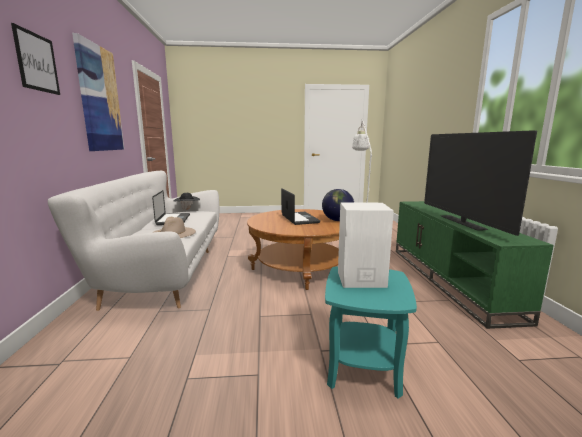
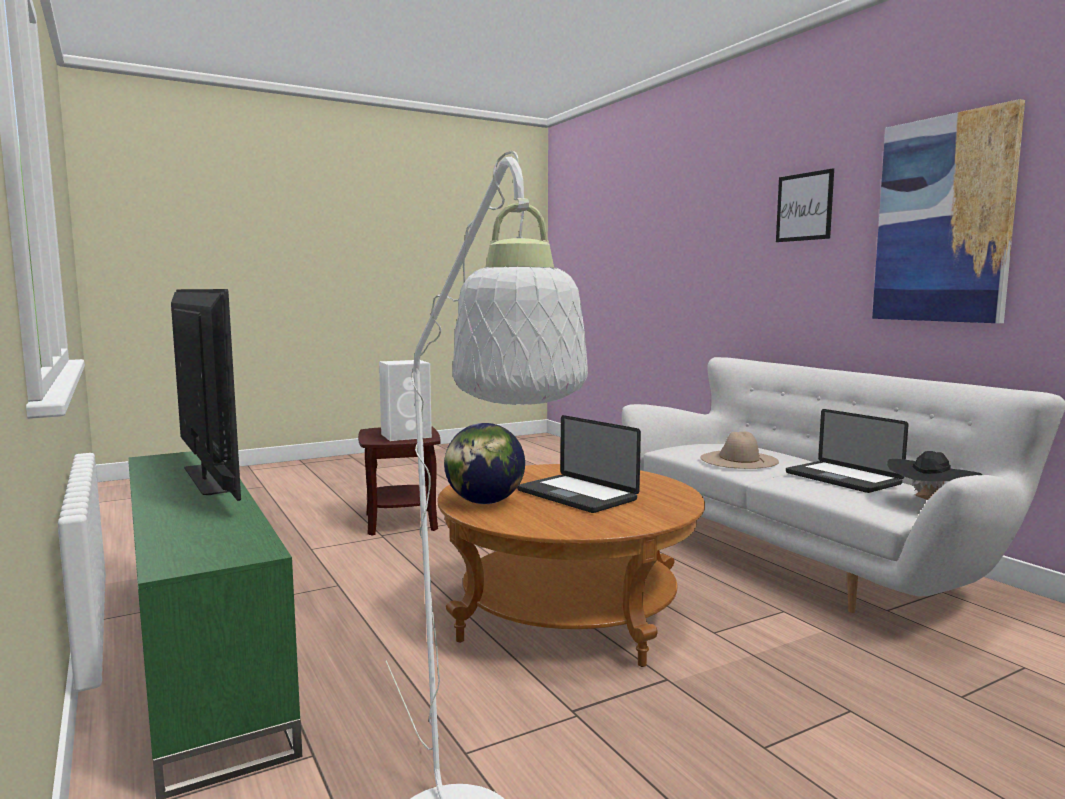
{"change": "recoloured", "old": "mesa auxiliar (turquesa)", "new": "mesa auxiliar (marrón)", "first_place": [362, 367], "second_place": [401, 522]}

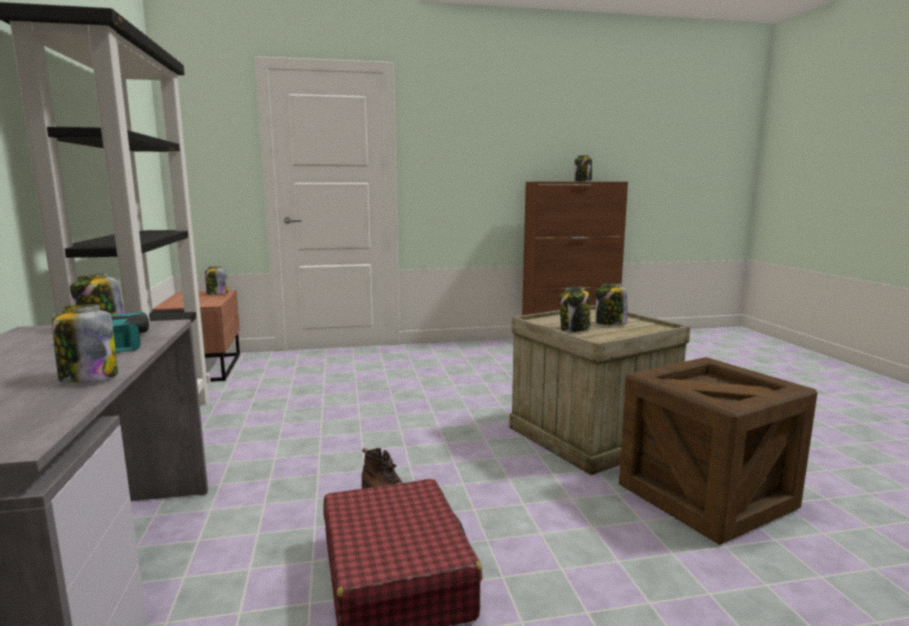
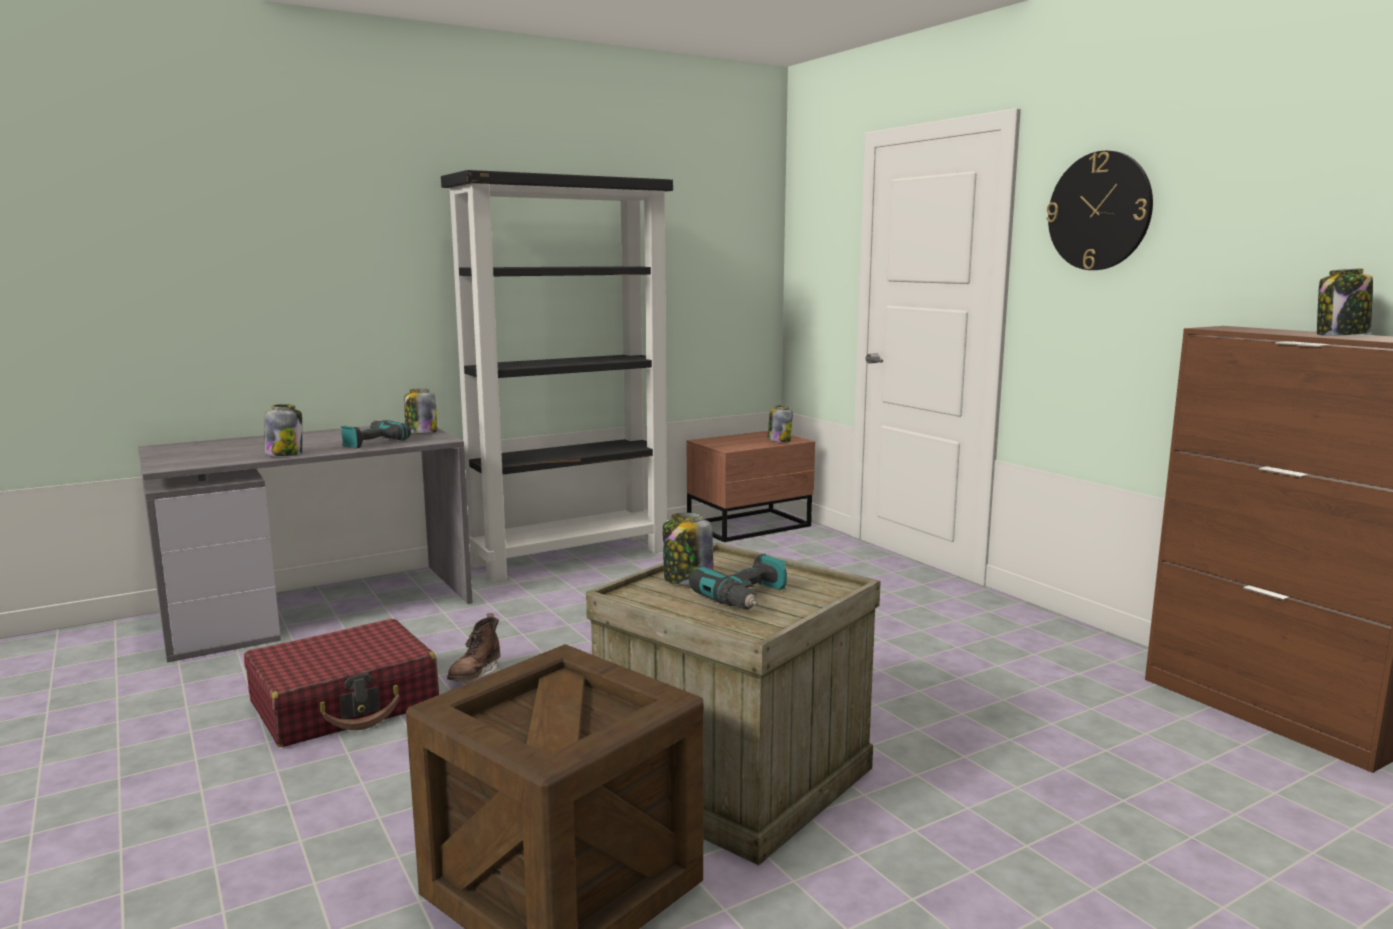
{"change": "added", "new": "reloj de pared", "second_place": [1099, 211]}
{"change": "replaced", "old": "tarro", "new": "taladro", "first_place": [610, 324], "second_place": [747, 598]}

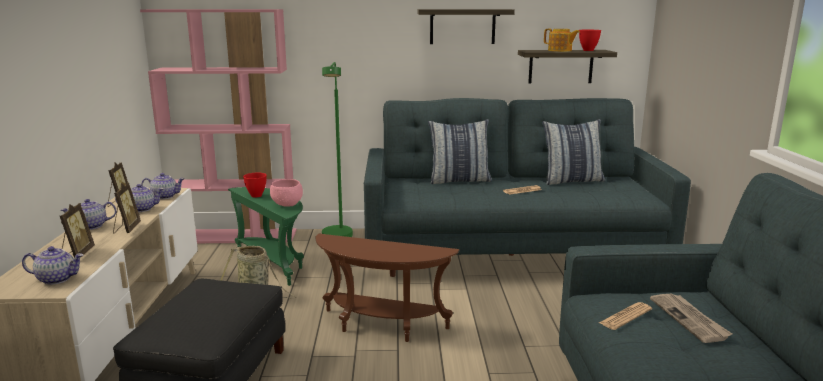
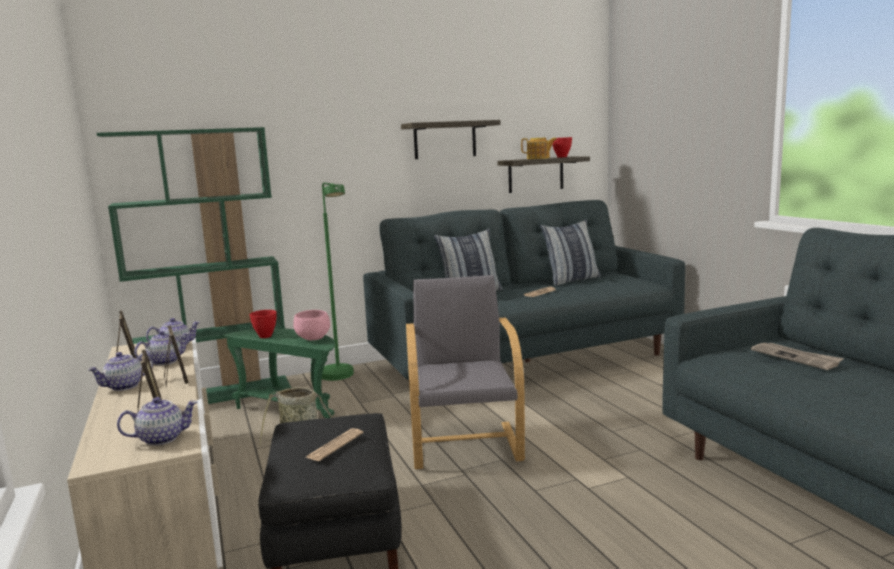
{"change": "moved", "old": "periódico", "first_place": [625, 316], "second_place": [335, 445]}
{"change": "replaced", "old": "mesa auxiliar (marrón)", "new": "sillón (gris)", "first_place": [381, 326], "second_place": [465, 444]}
{"change": "recoloured", "old": "estantería (rosa)", "new": "estantería (verde)", "first_place": [235, 236], "second_place": [218, 395]}

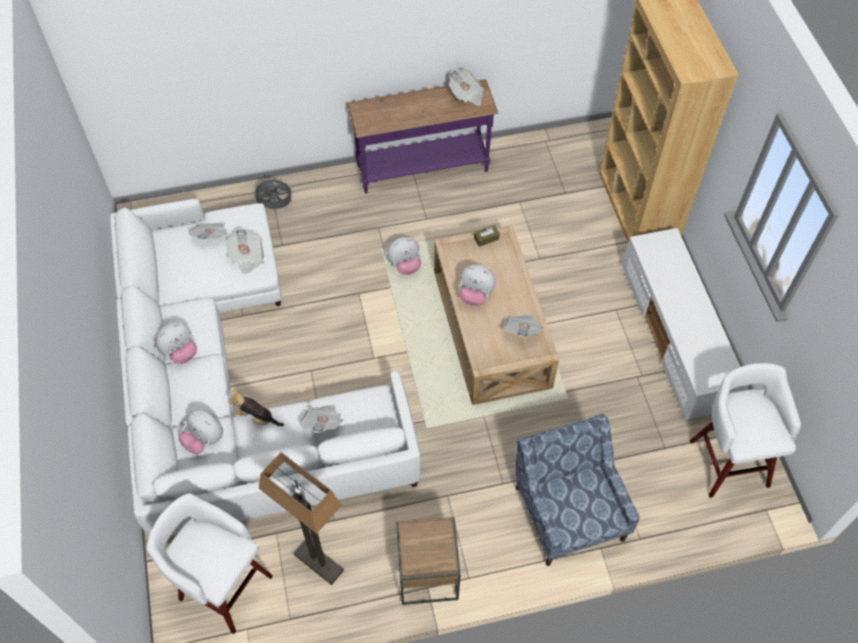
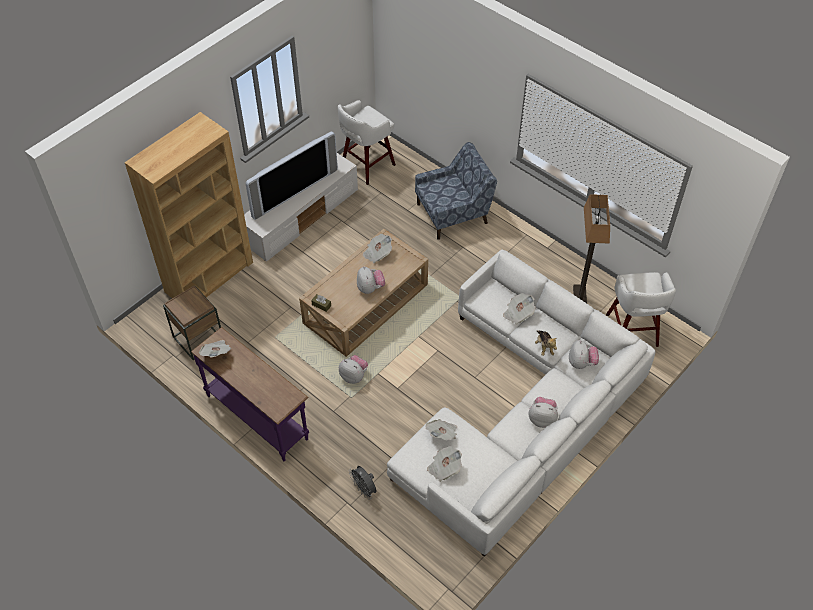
{"change": "added", "new": "televisor", "second_place": [293, 192]}
{"change": "moved", "old": "mesa auxiliar (marrón)", "first_place": [427, 575], "second_place": [198, 339]}
{"change": "turned", "old": "sillón (azul)", "first_place": [568, 511], "second_place": [453, 213], "degrees": -150}

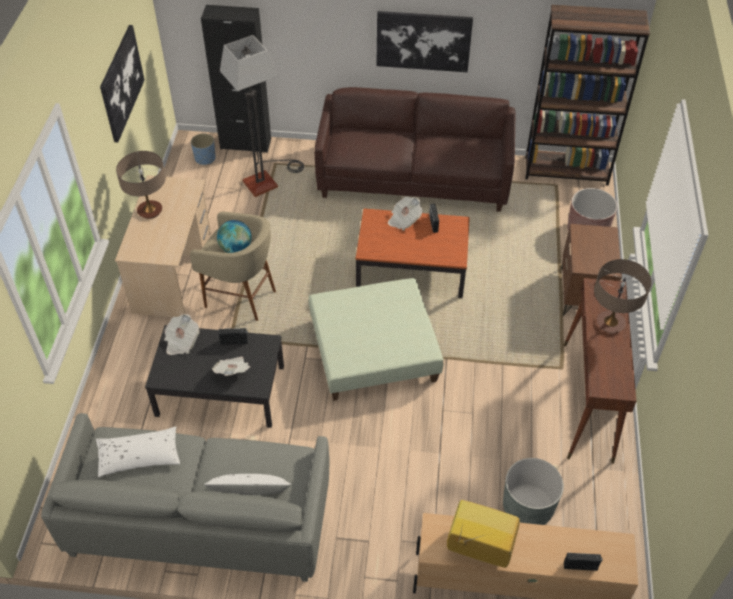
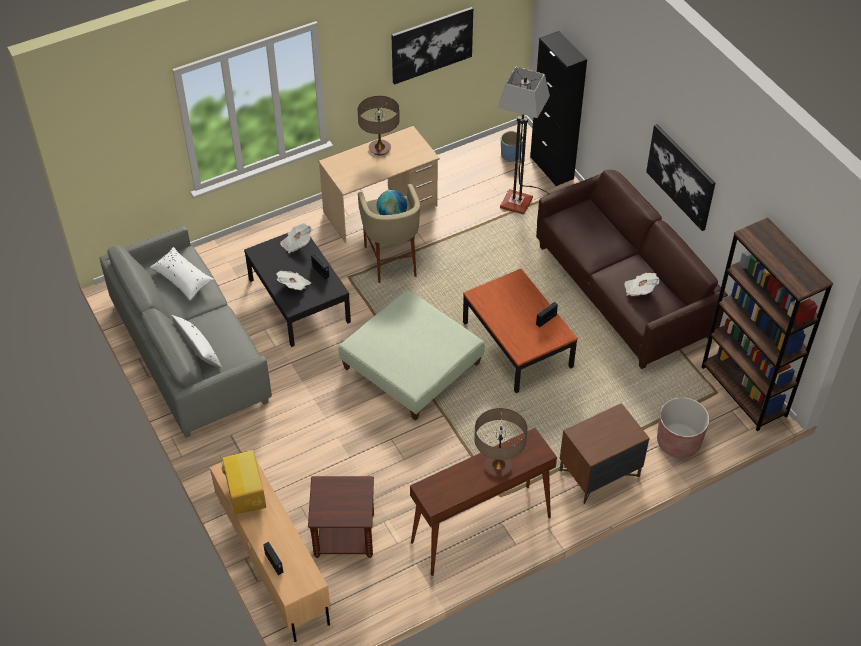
{"change": "moved", "old": "periódico", "first_place": [404, 220], "second_place": [639, 290]}
{"change": "replaced", "old": "maceta (gris)", "new": "mesa auxiliar (marrón)", "first_place": [527, 507], "second_place": [344, 537]}

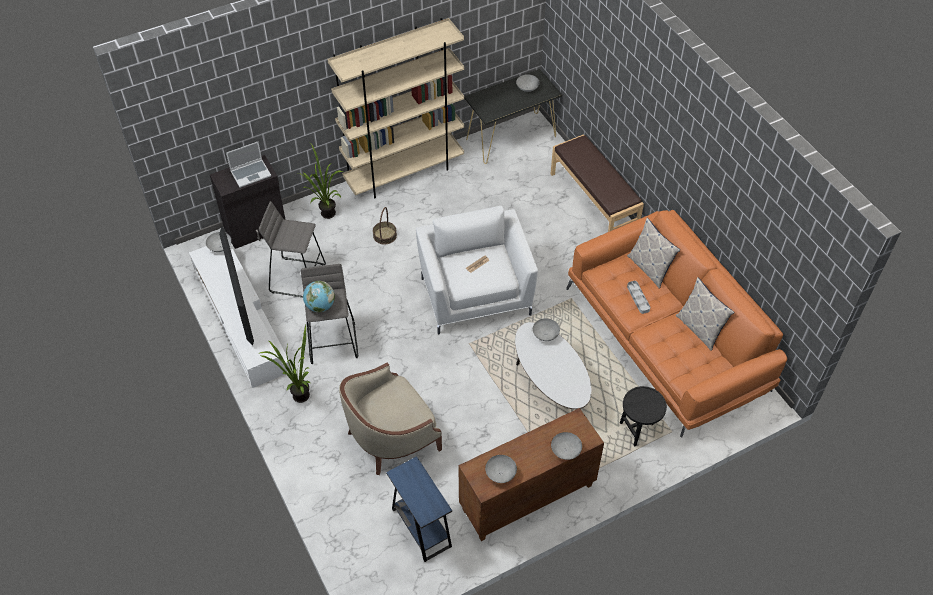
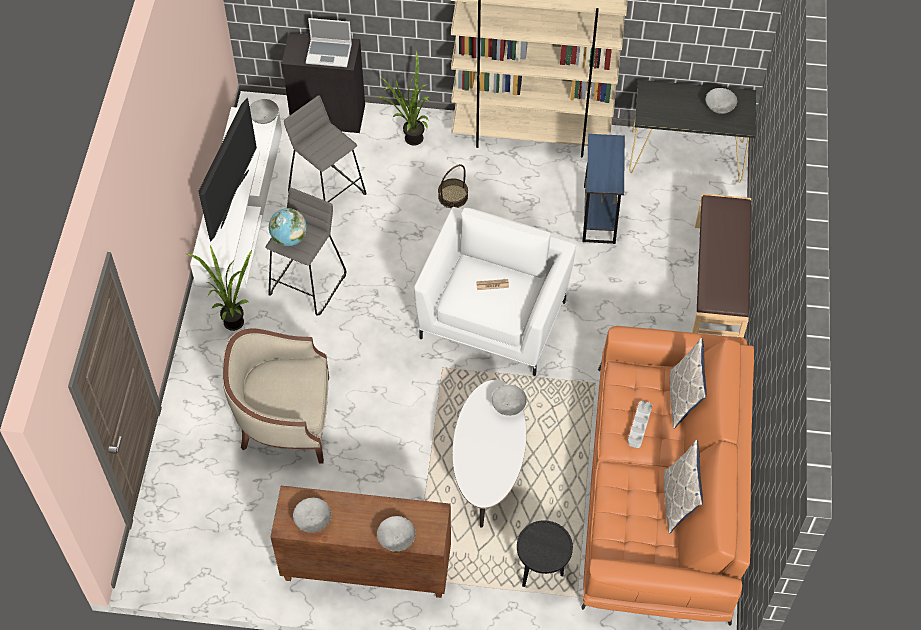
{"change": "moved", "old": "mesa auxiliar (azul)", "first_place": [421, 527], "second_place": [599, 214]}

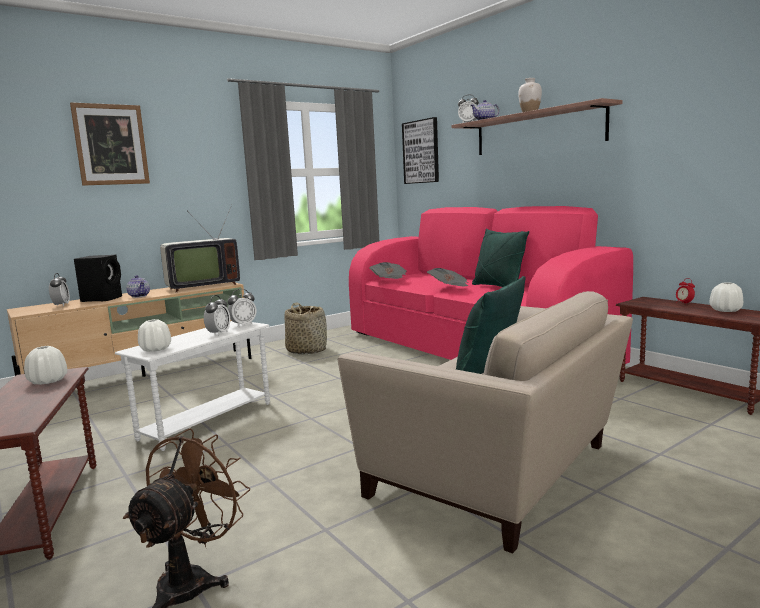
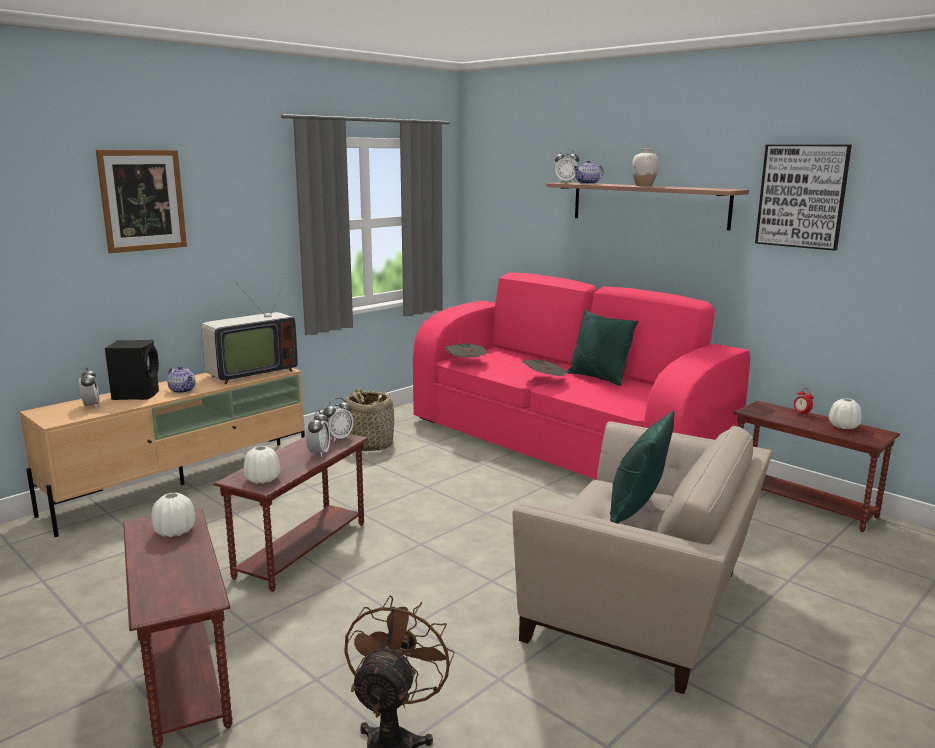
{"change": "moved", "old": "cuadro", "first_place": [421, 152], "second_place": [802, 196]}
{"change": "recoloured", "old": "mesa auxiliar (blanco)", "new": "mesa auxiliar (marrón)", "first_place": [206, 421], "second_place": [301, 550]}

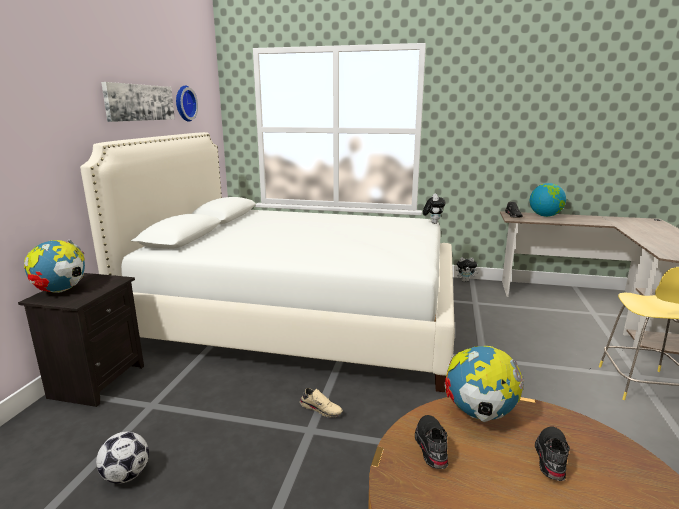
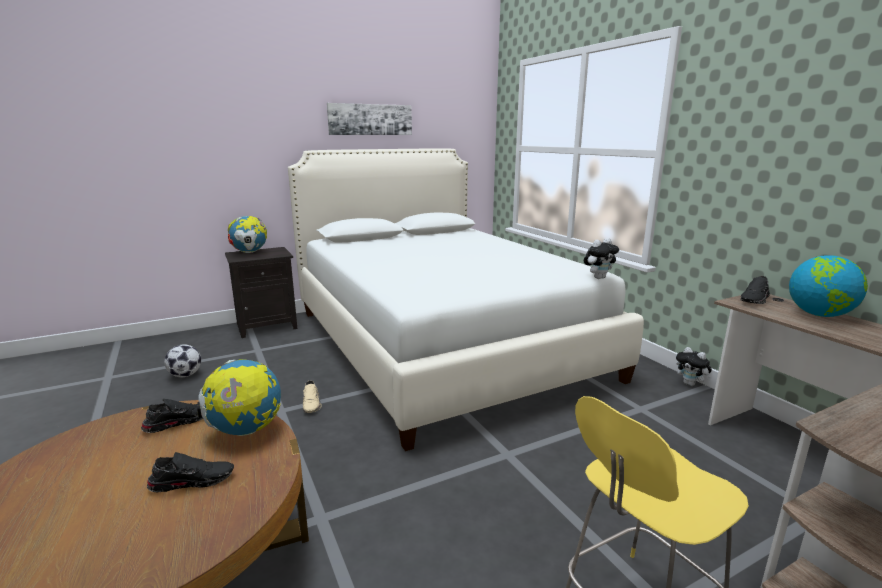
{"change": "removed", "old": "reloj de pared", "first_place": [184, 103]}

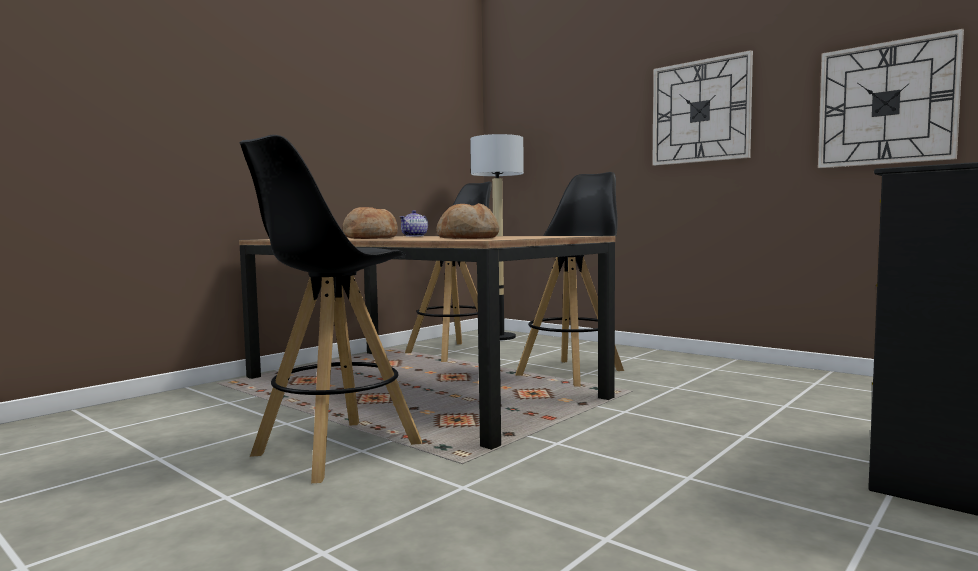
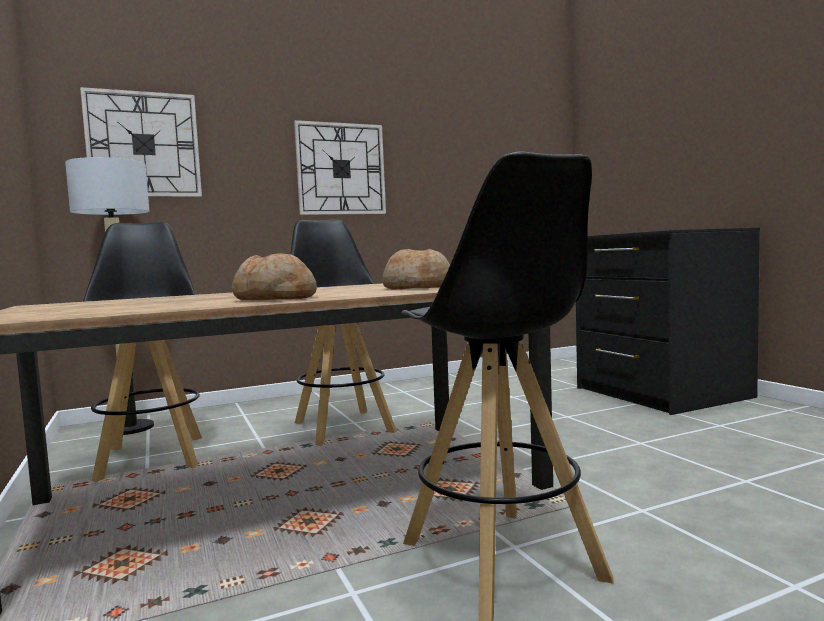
{"change": "removed", "old": "tetera", "first_place": [415, 236]}
{"change": "moved", "old": "reloj de pared", "first_place": [886, 103], "second_place": [143, 144]}

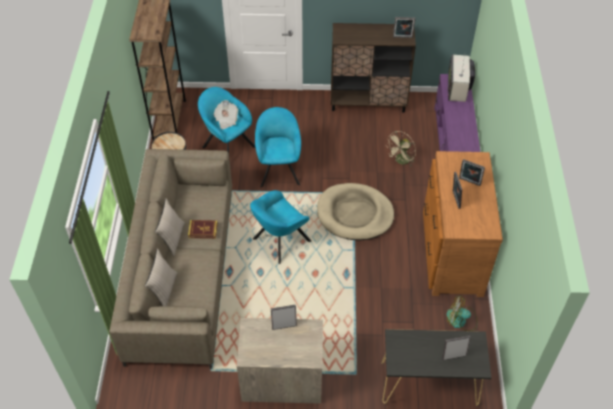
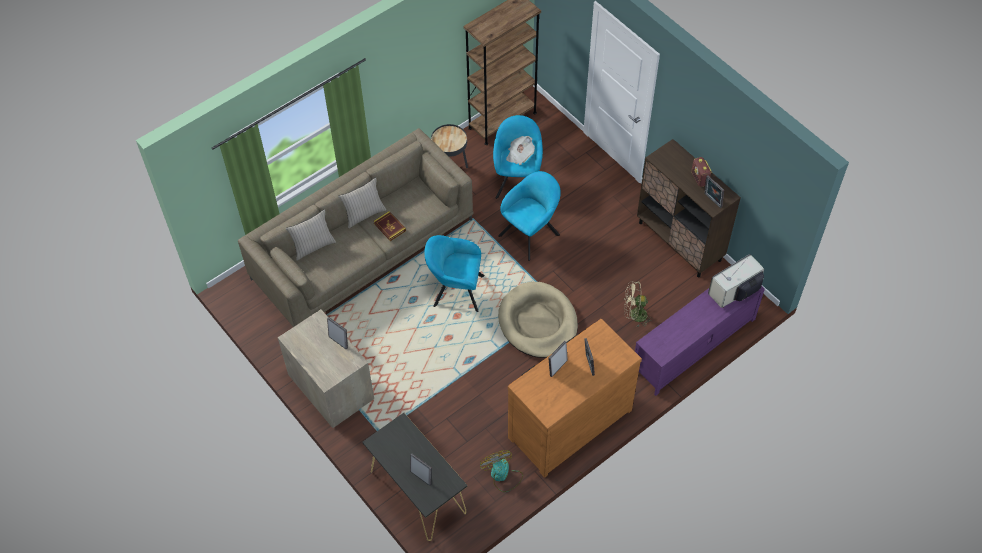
{"change": "added", "new": "radio", "second_place": [699, 179]}

